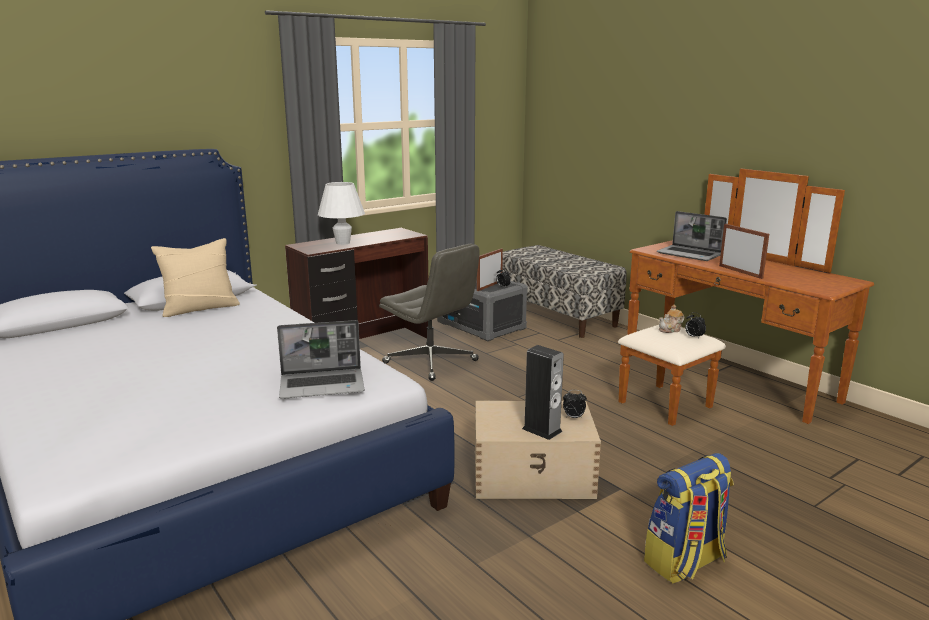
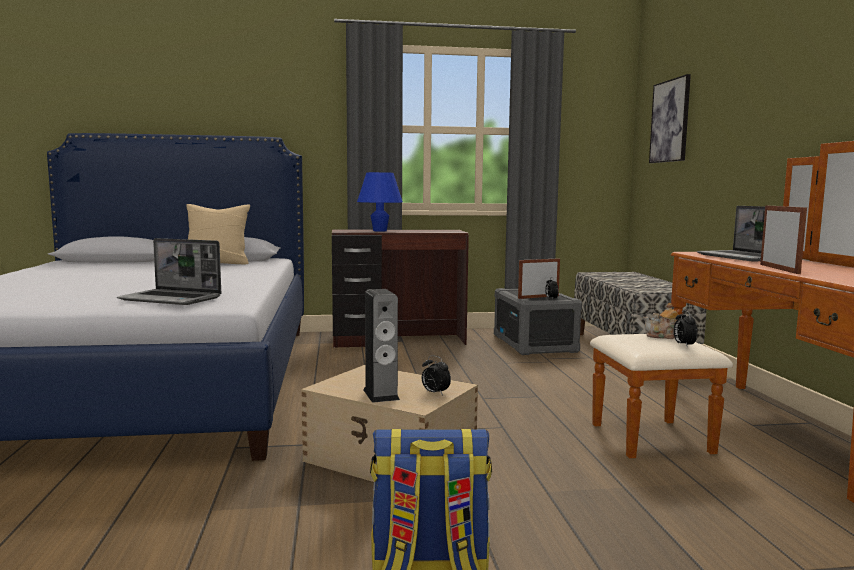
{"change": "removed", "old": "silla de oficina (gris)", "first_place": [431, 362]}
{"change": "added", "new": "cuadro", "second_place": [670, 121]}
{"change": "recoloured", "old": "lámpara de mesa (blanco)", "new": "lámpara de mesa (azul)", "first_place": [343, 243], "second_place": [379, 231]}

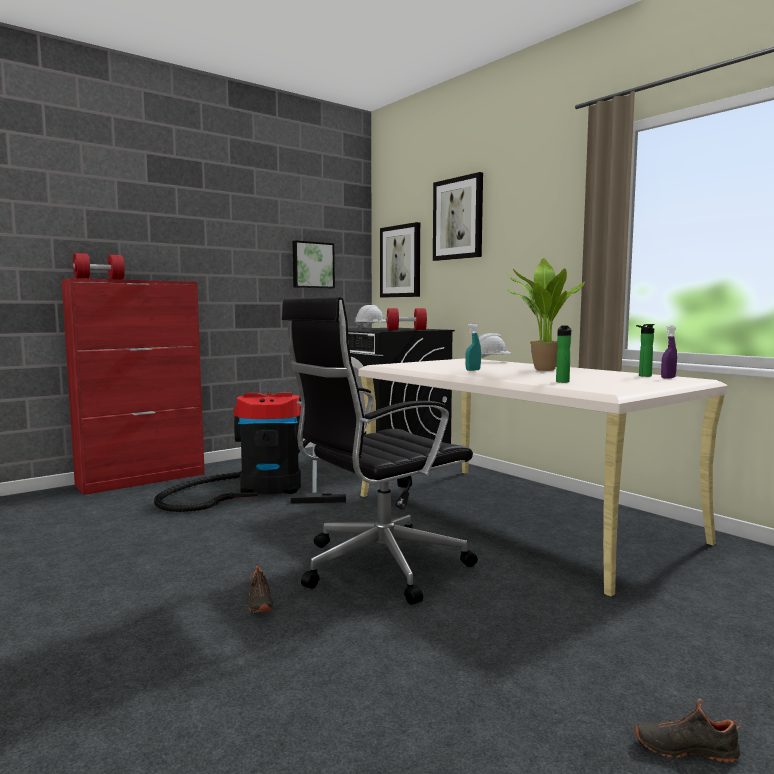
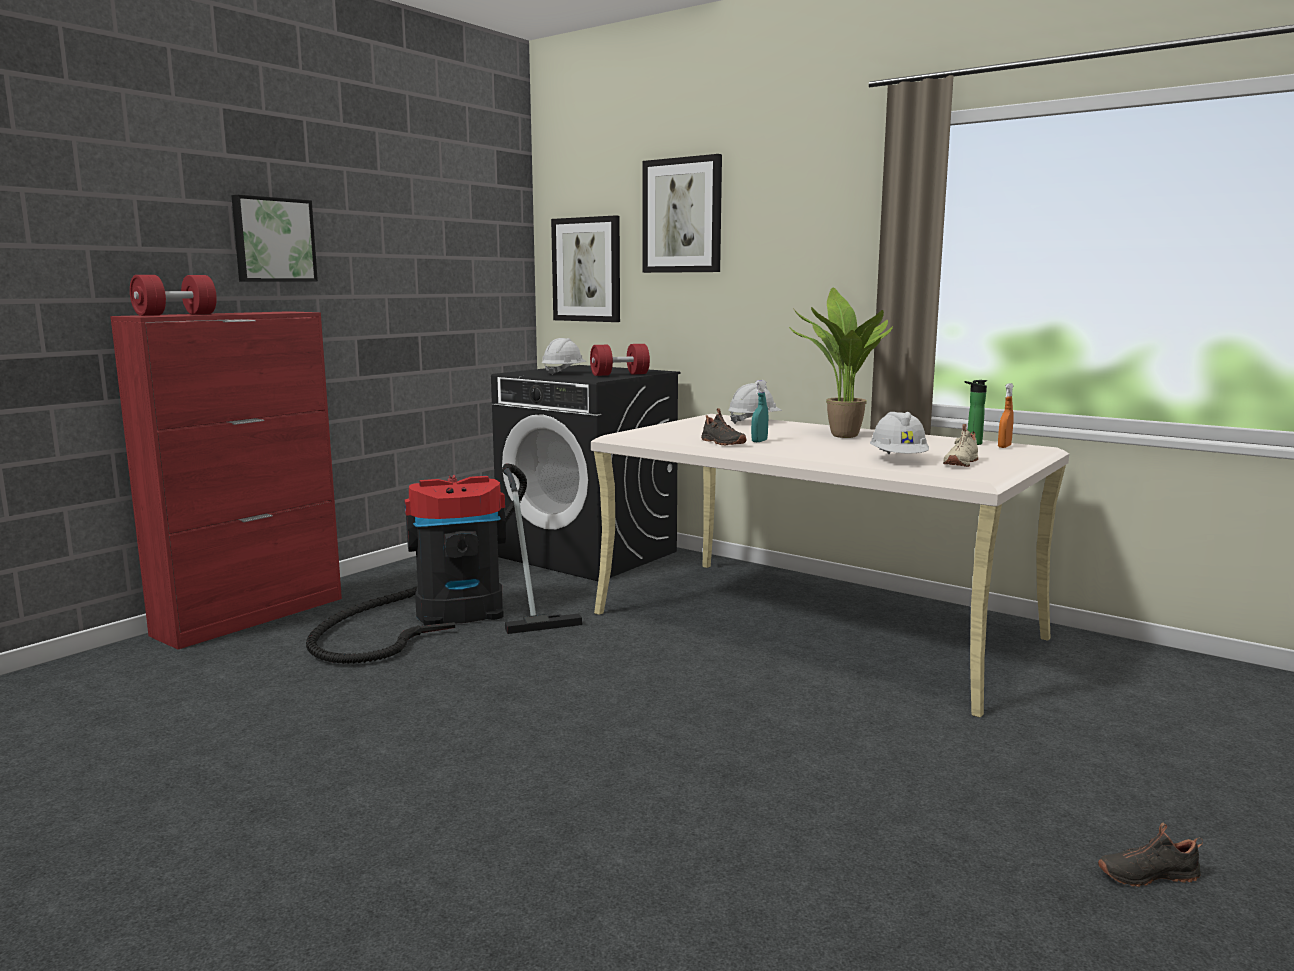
{"change": "removed", "old": "silla de oficina (negro)", "first_place": [377, 566]}
{"change": "added", "new": "zapato (beis)", "second_place": [959, 463]}
{"change": "moved", "old": "zapato (negro)", "first_place": [259, 603], "second_place": [722, 443]}
{"change": "moved", "old": "cuadro", "first_place": [312, 265], "second_place": [273, 240]}
{"change": "replaced", "old": "botella", "new": "casco (blanco)", "first_place": [562, 381], "second_place": [898, 460]}
{"change": "recoloured", "old": "pulverizador (morado)", "new": "pulverizador (naranja)", "first_place": [668, 378], "second_place": [1004, 446]}

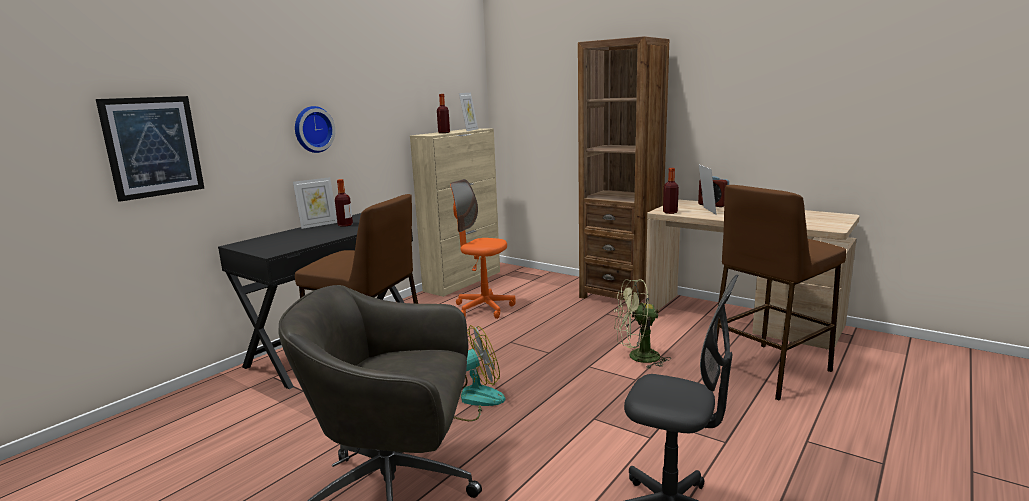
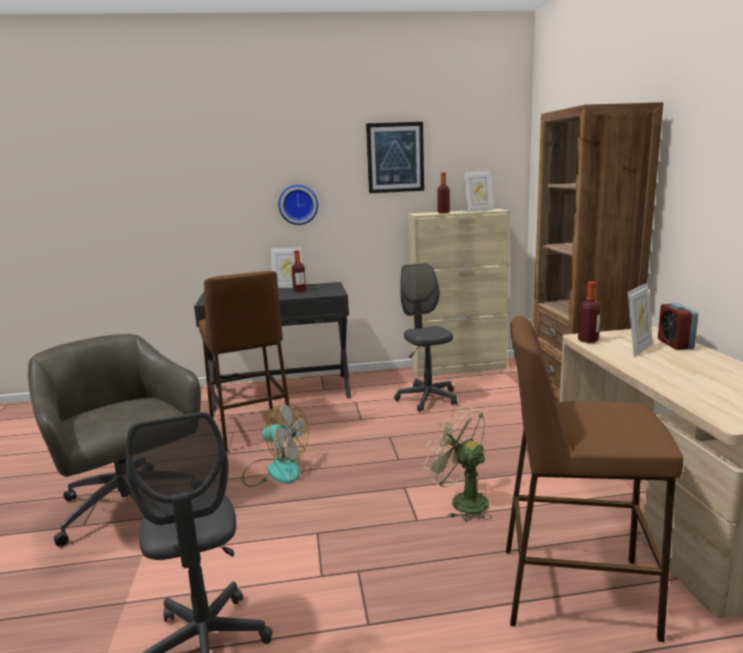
{"change": "moved", "old": "cuadro", "first_place": [153, 147], "second_place": [395, 157]}
{"change": "recoloured", "old": "silla de oficina (naranja)", "new": "silla de oficina (gris)", "first_place": [484, 308], "second_place": [427, 398]}

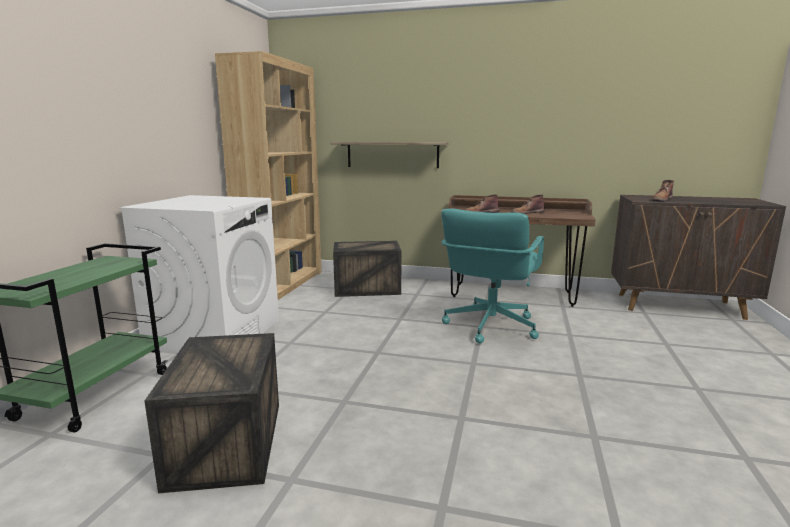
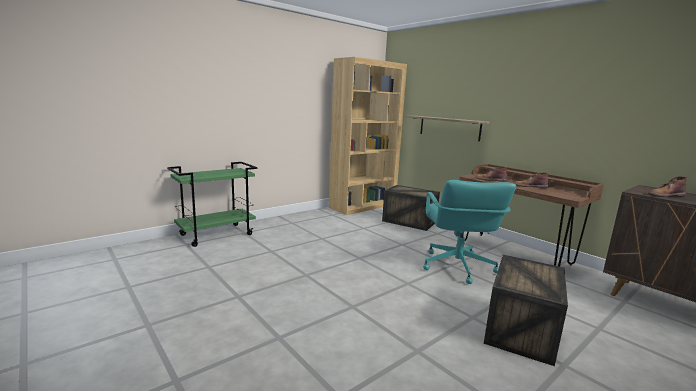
{"change": "removed", "old": "lavadora (blanco)", "first_place": [215, 334]}
{"change": "moved", "old": "caja de embalaje", "first_place": [227, 444], "second_place": [521, 330]}
{"change": "turned", "old": "silla de oficina (turquesa)", "first_place": [489, 326], "second_place": [457, 267], "degrees": -60}

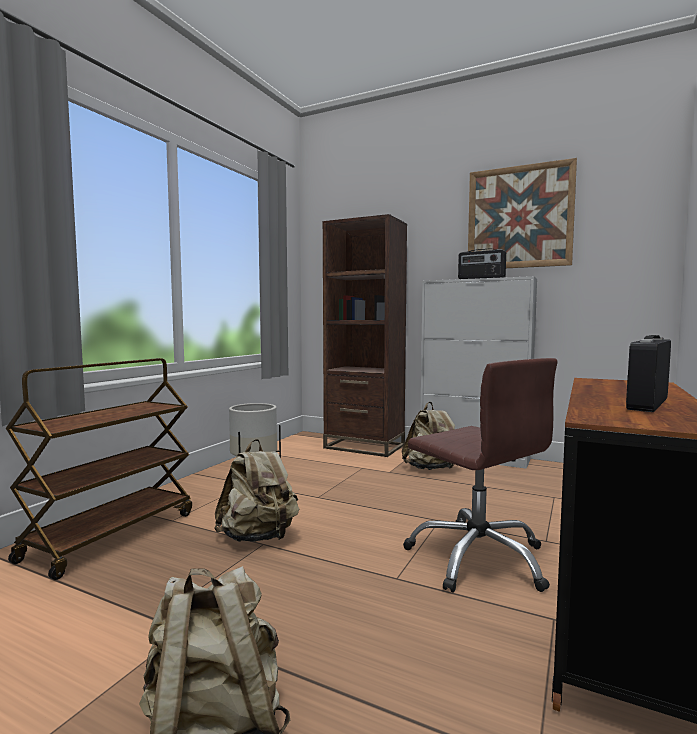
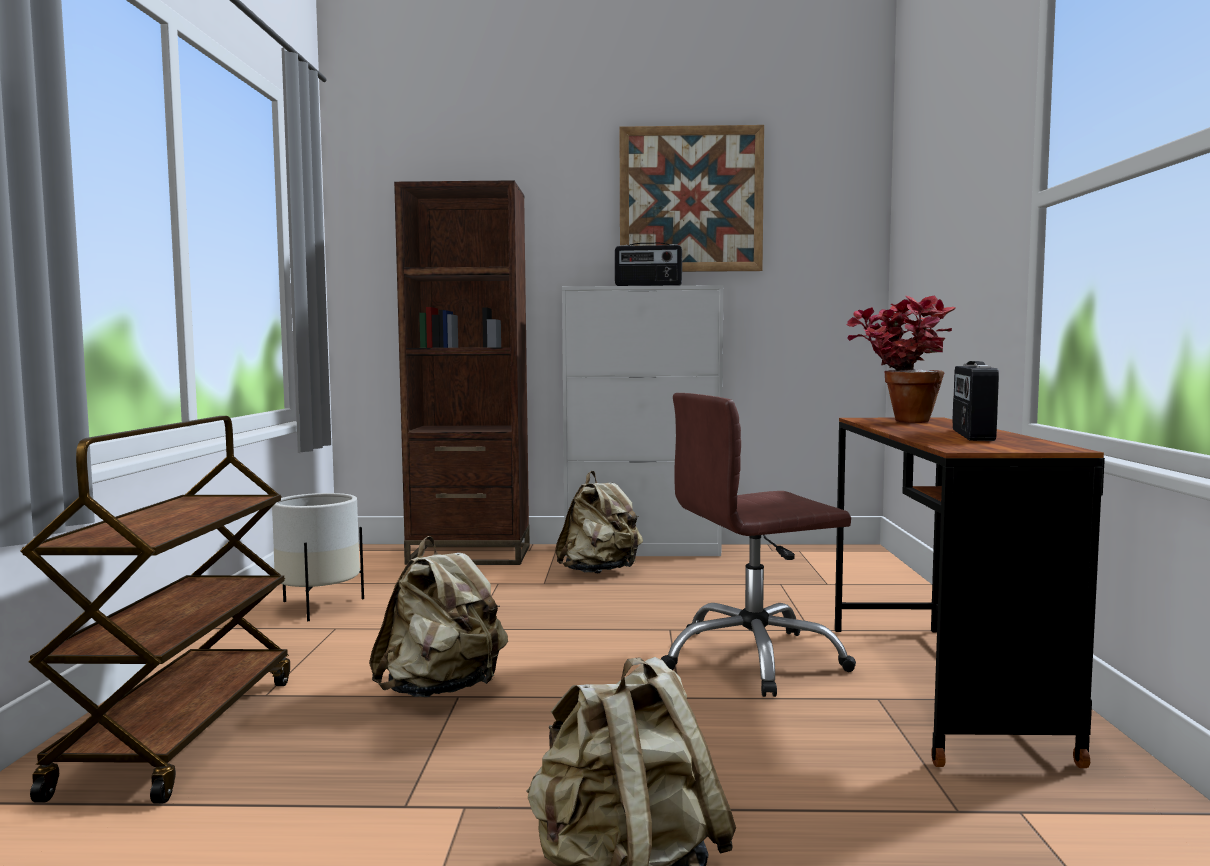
{"change": "added", "new": "planta en maceta", "second_place": [898, 421]}
{"change": "turned", "old": "silla de oficina (marrón)", "first_place": [478, 558], "second_place": [753, 659], "degrees": 135}

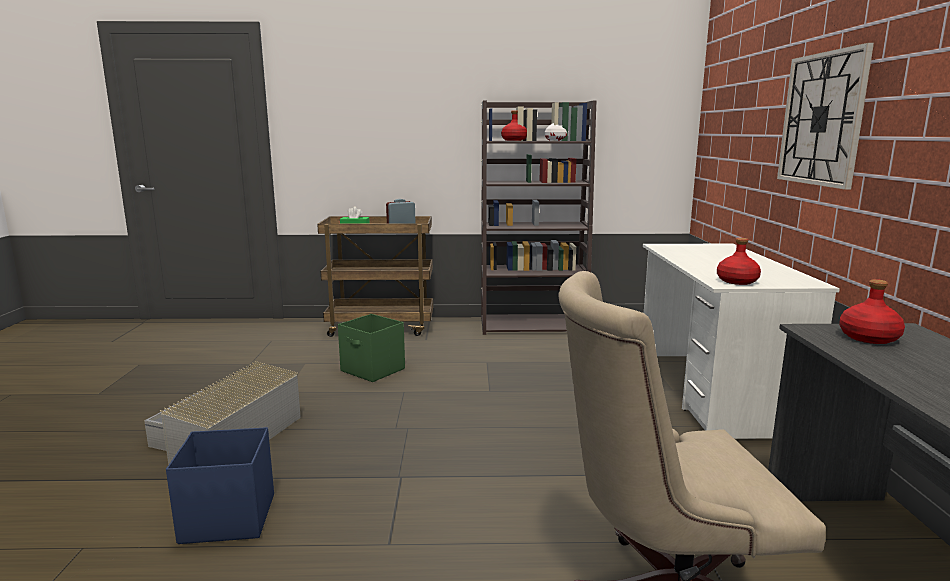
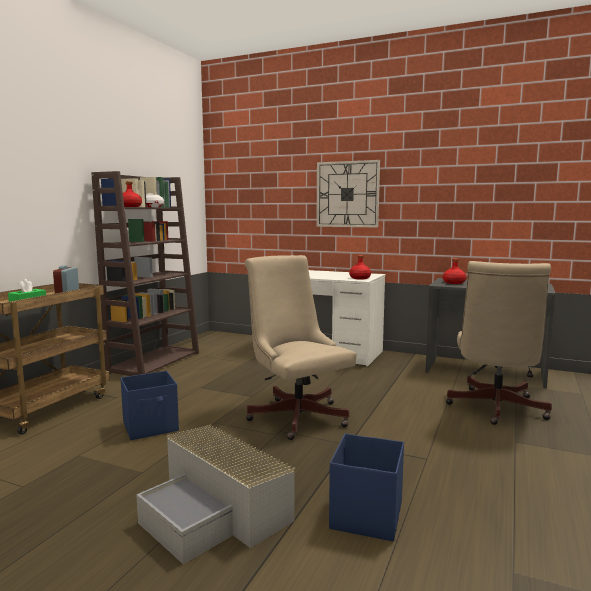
{"change": "added", "new": "silla de oficina (beis)", "second_place": [296, 414]}
{"change": "recoloured", "old": "caja de almacenaje (verde)", "new": "caja de almacenaje (azul)", "first_place": [373, 370], "second_place": [151, 427]}

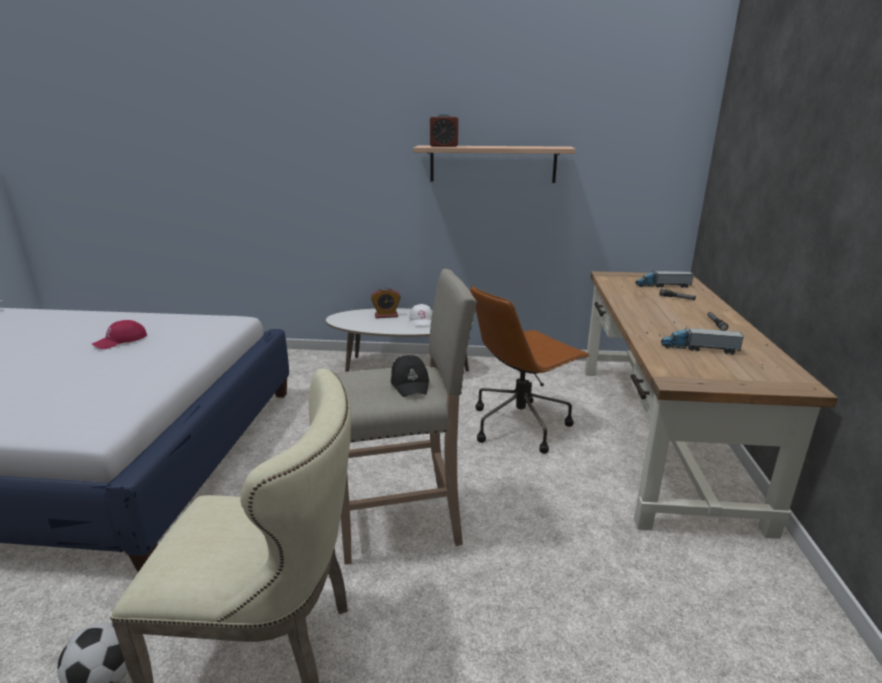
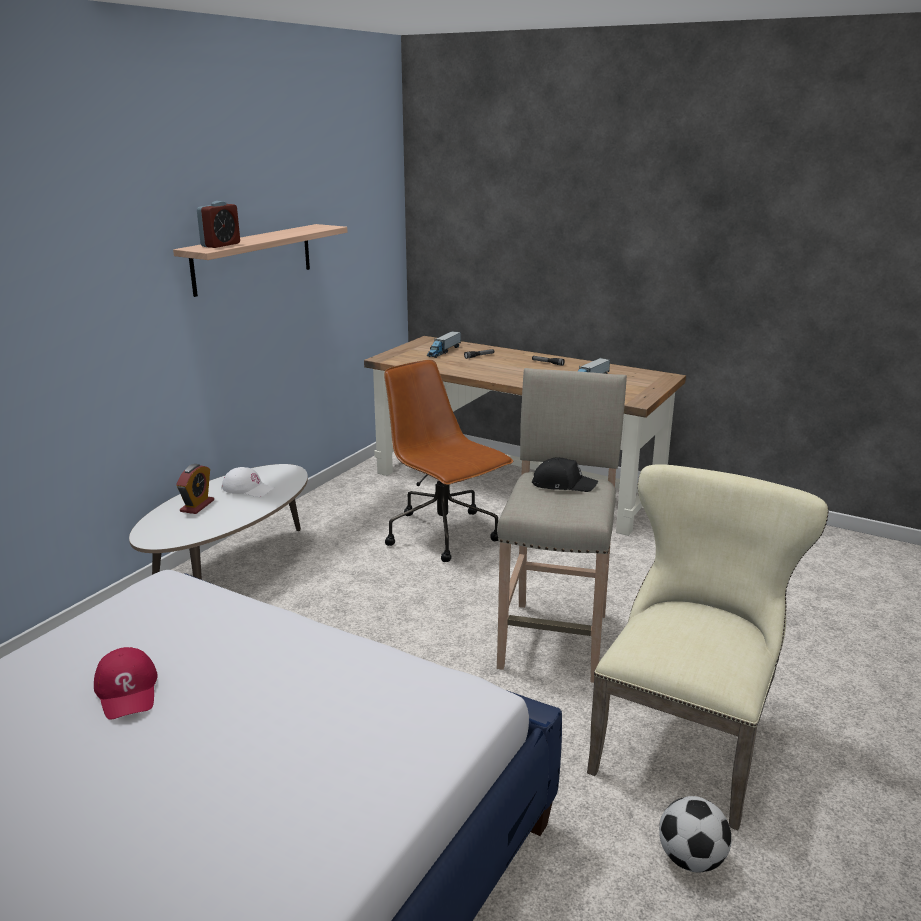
{"change": "turned", "old": "silla de oficina (marrón)", "first_place": [520, 424], "second_place": [444, 535], "degrees": 150}

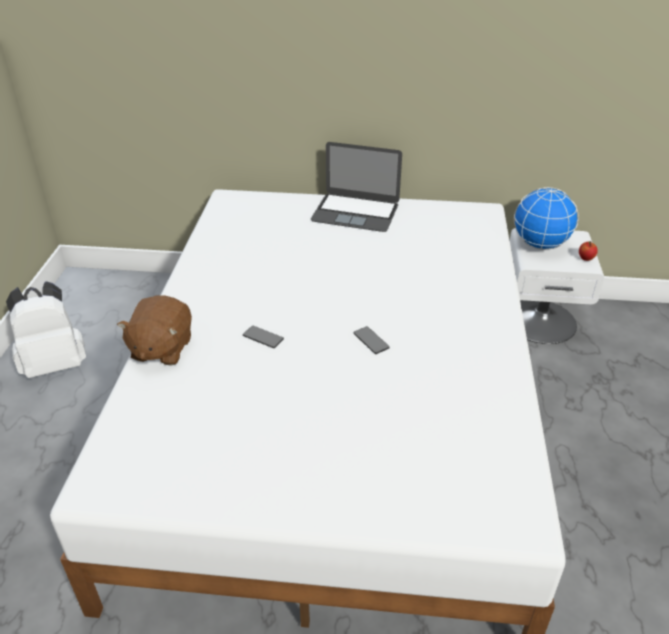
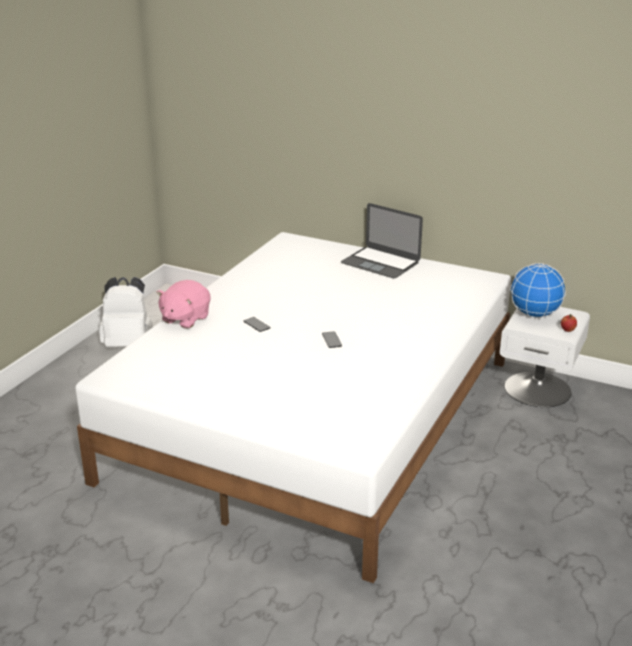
{"change": "recoloured", "old": "peluche (marrón)", "new": "peluche (rosa)", "first_place": [161, 349], "second_place": [185, 319]}

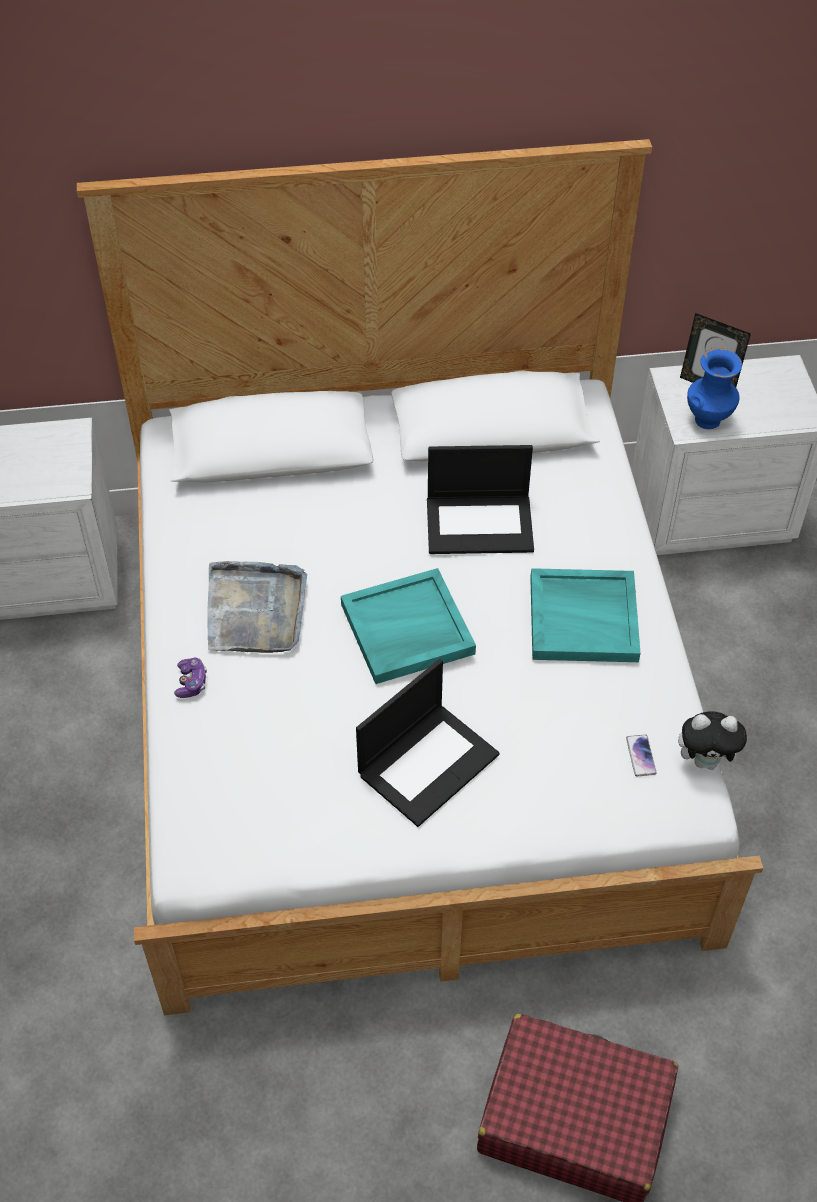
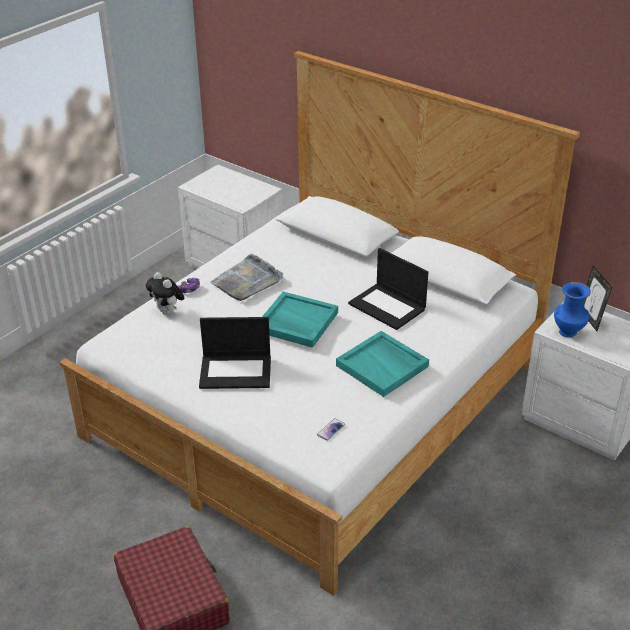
{"change": "moved", "old": "peluche", "first_place": [706, 760], "second_place": [167, 312]}

